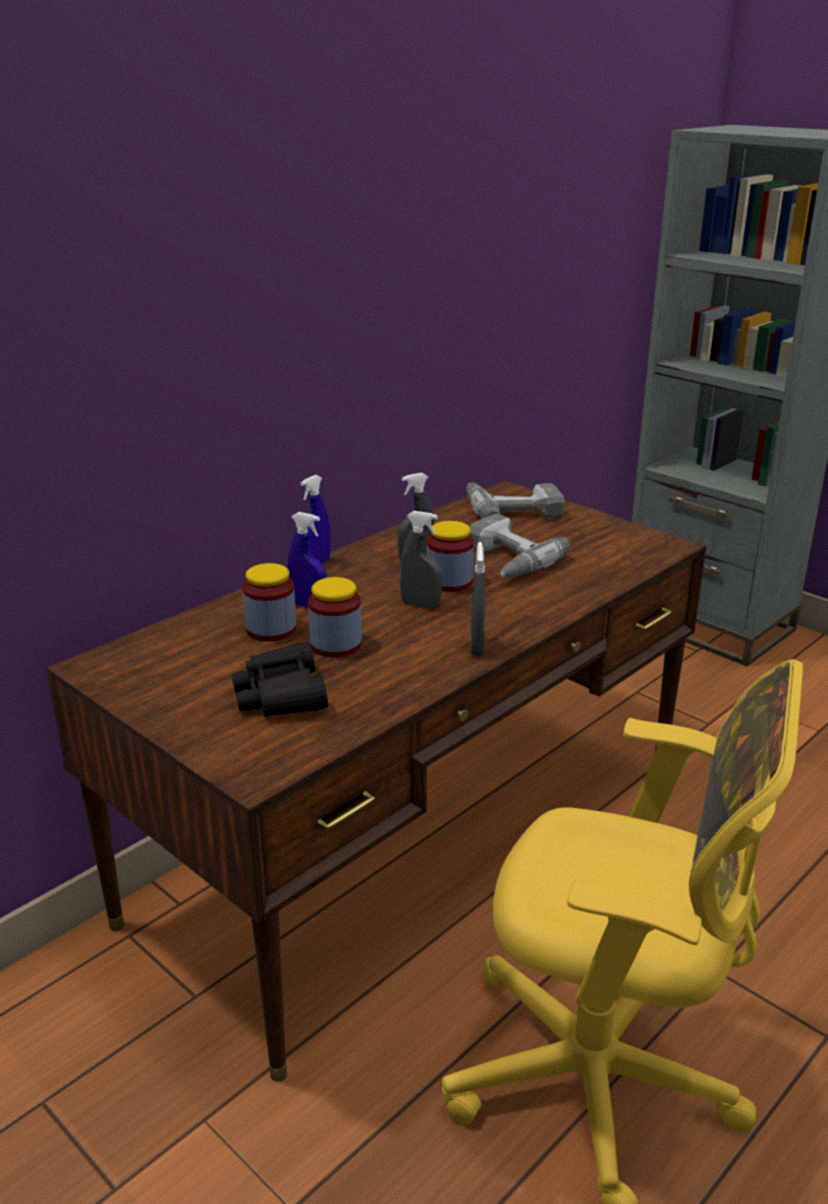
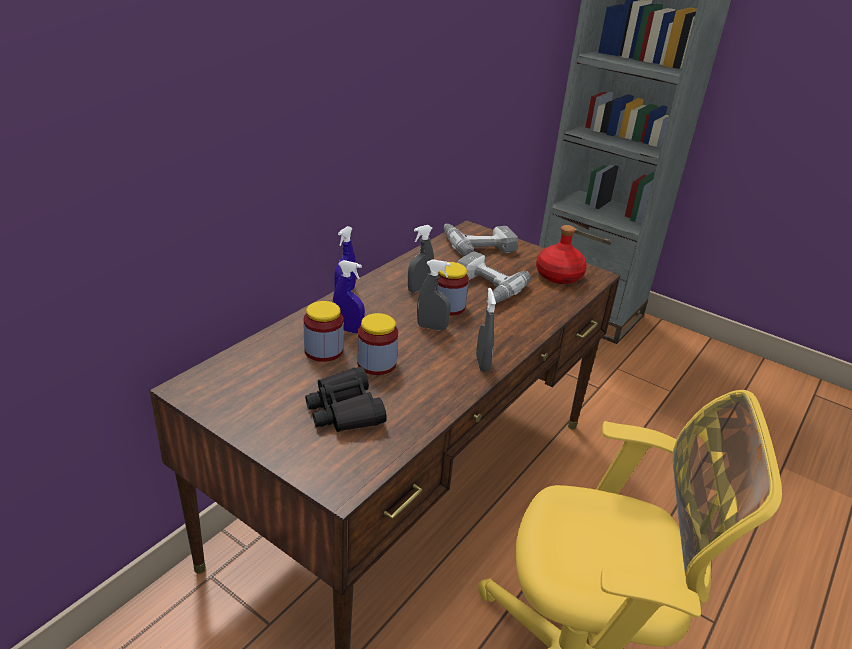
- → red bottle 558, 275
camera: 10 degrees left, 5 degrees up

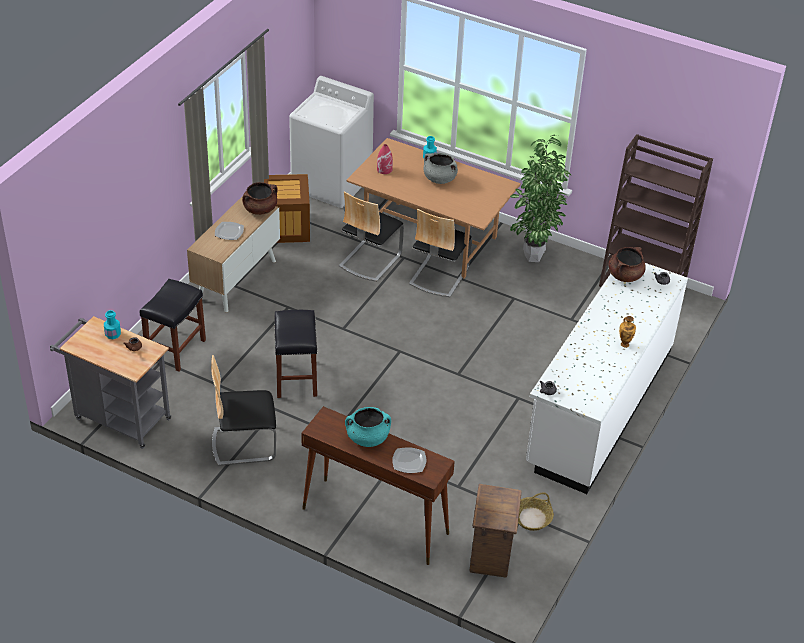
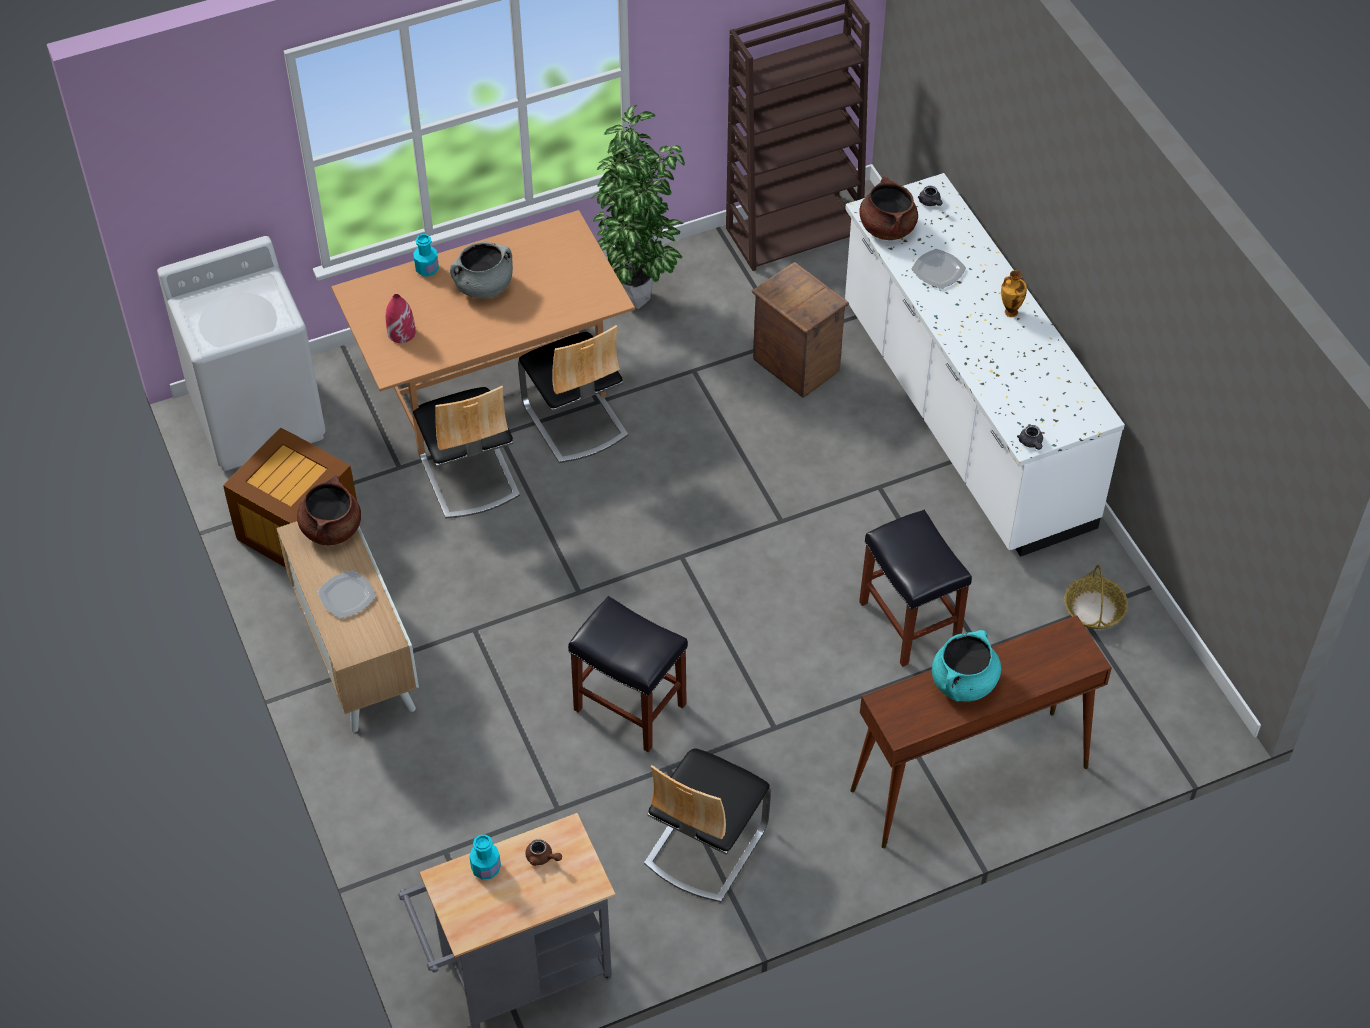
black stool 176, 349 → black stool 908, 621, move
plate 409, 461 → plate 938, 271, move
crate 491, 554 → crate 796, 365, move
camera: 50 degrees left, 10 degrees up

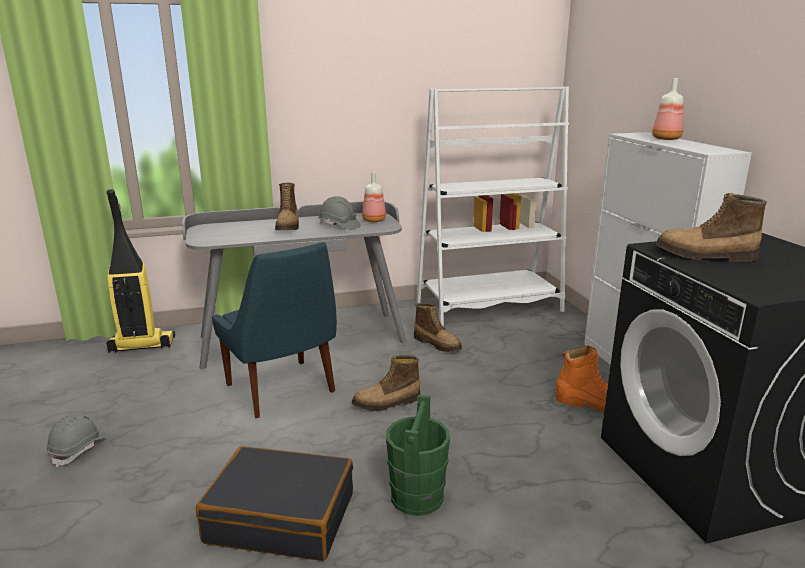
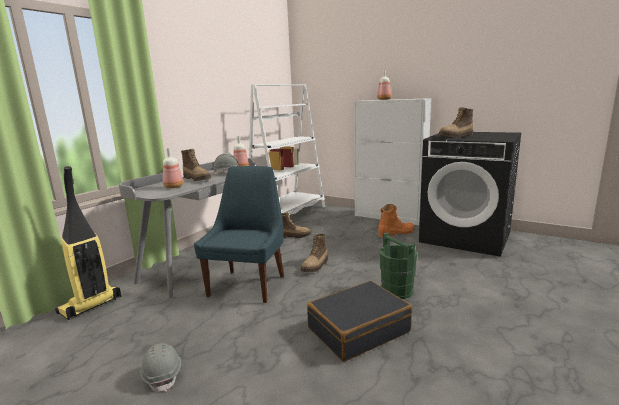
- → bottle 173, 187
blue chair 282, 390 → blue chair 248, 284, 90 degrees counterclockwise
camera: 40 degrees left, 5 degrees down

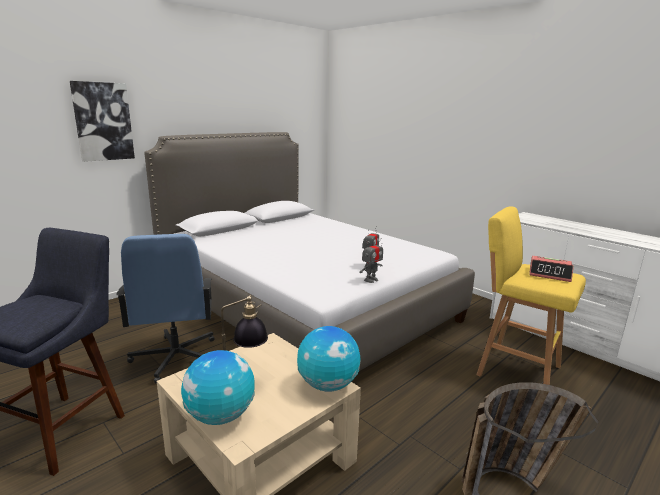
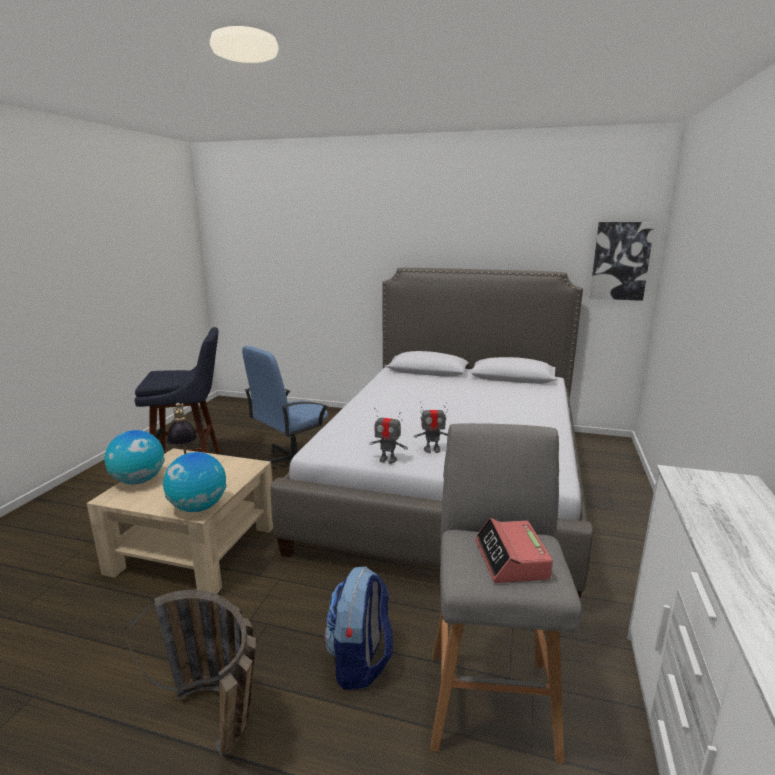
- → backpack 360, 662
picture 103, 121 → picture 620, 261, move
yellow stool 515, 369 → grey stool 491, 697
camera: 60 degrees right, 0 degrees up

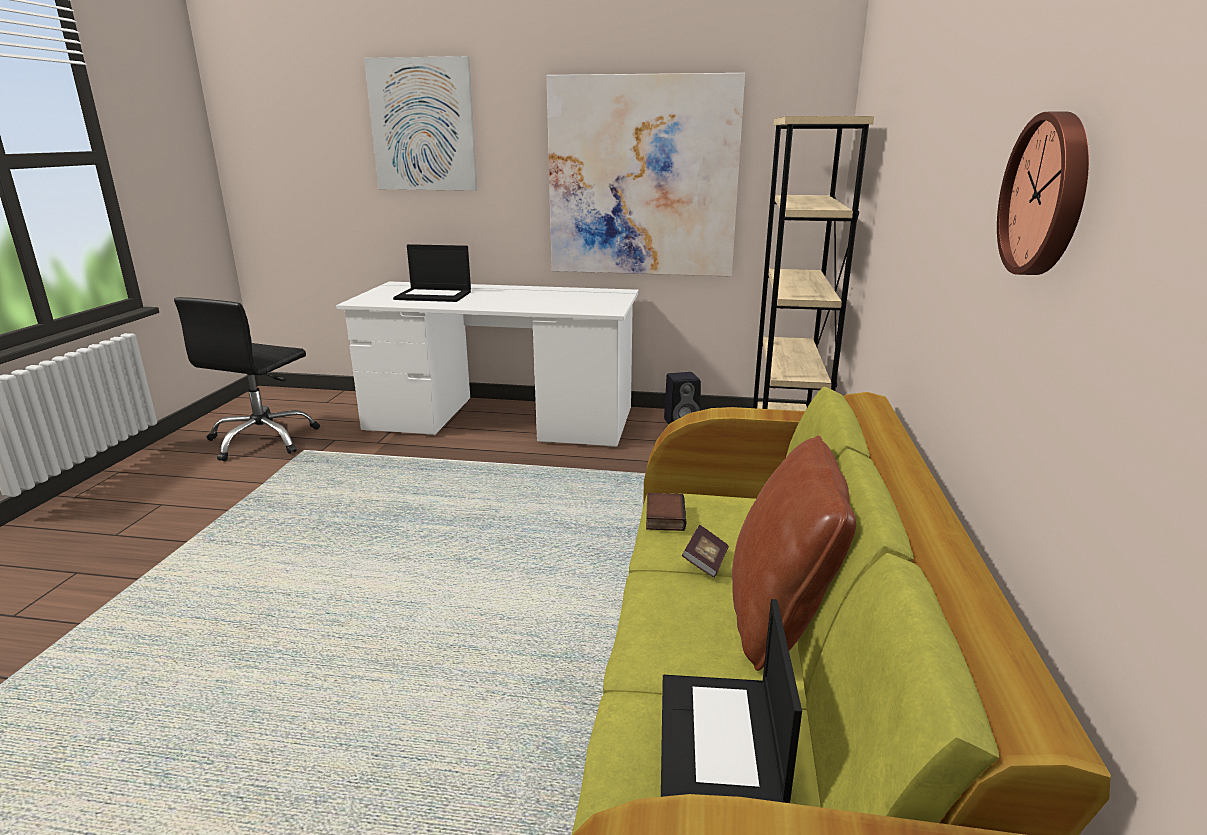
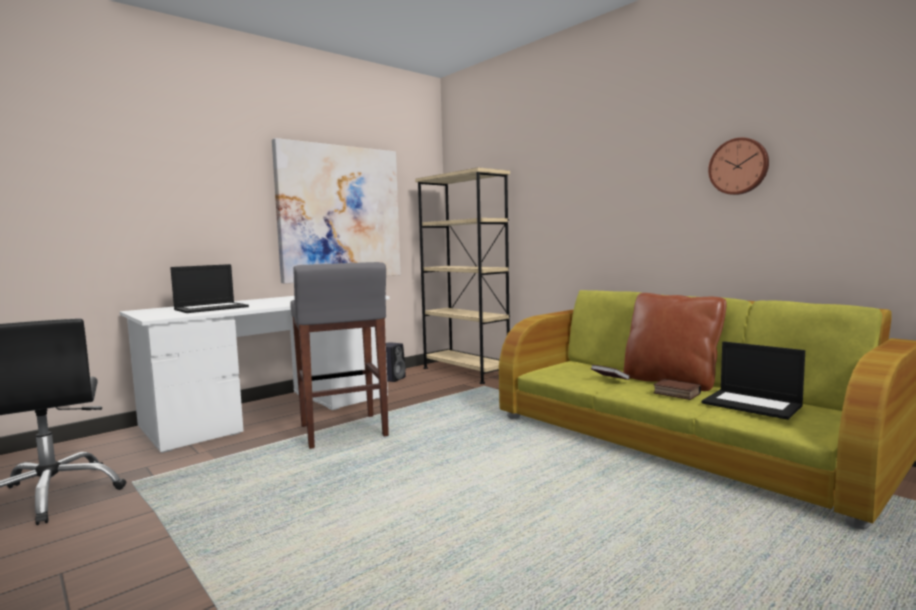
picture 422, 125 → -
- → grey stool 343, 431
book 663, 516 → book 675, 393, move
camera: 50 degrees left, 15 degrees down

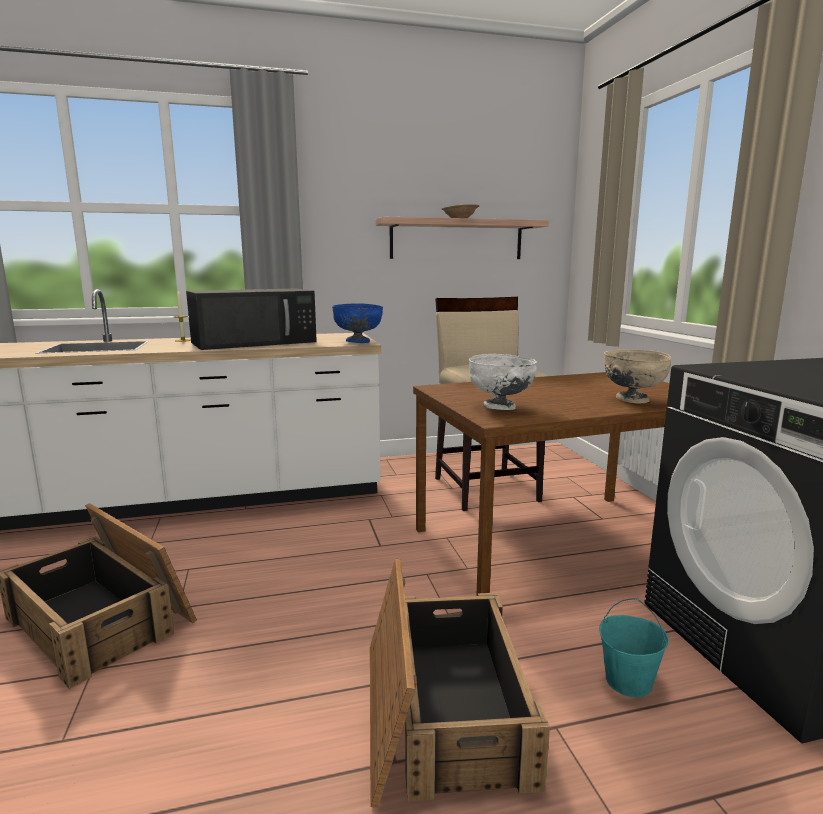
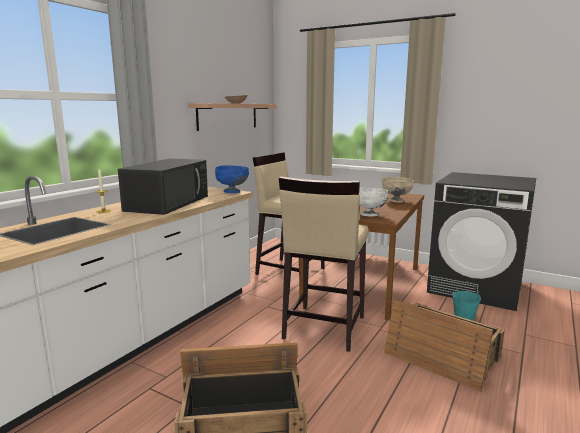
- → beige stool 323, 327
camera: 45 degrees left, 0 degrees up

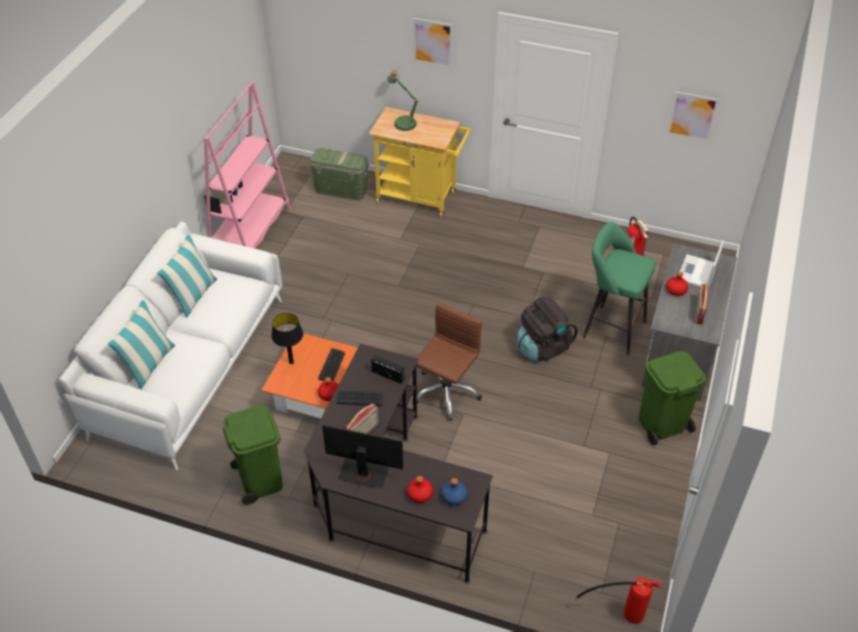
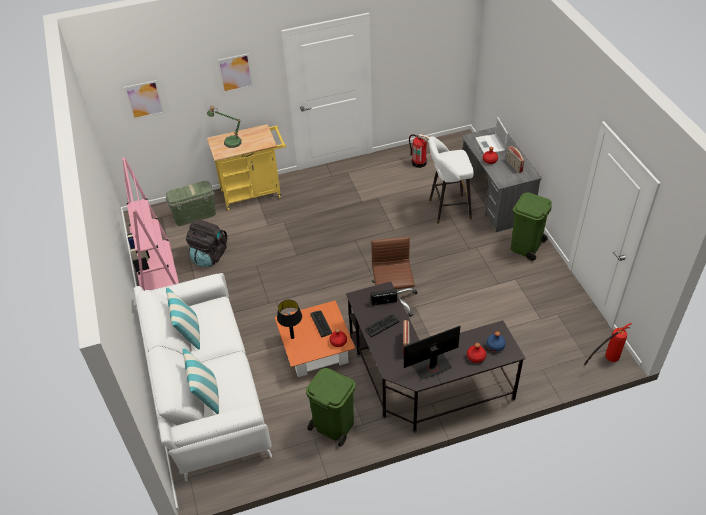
black backpack 542, 347 → black backpack 209, 256, move
picture 692, 116 → picture 144, 99, move
green stool 610, 328 → white stool 447, 209
camera: 35 degrees left, 0 degrees up

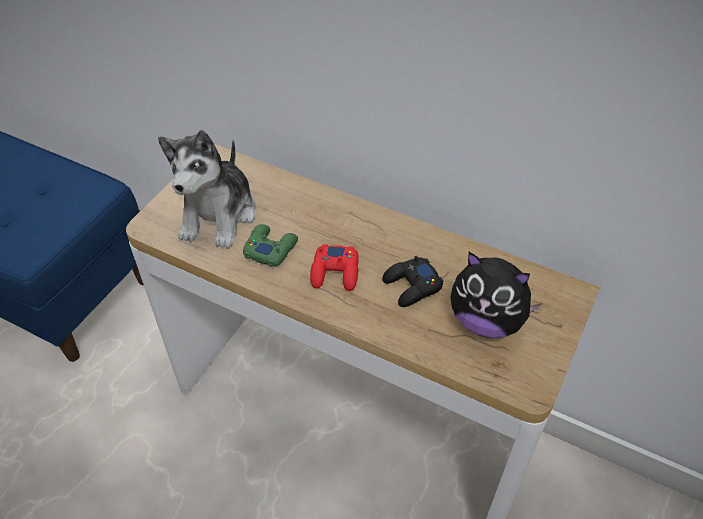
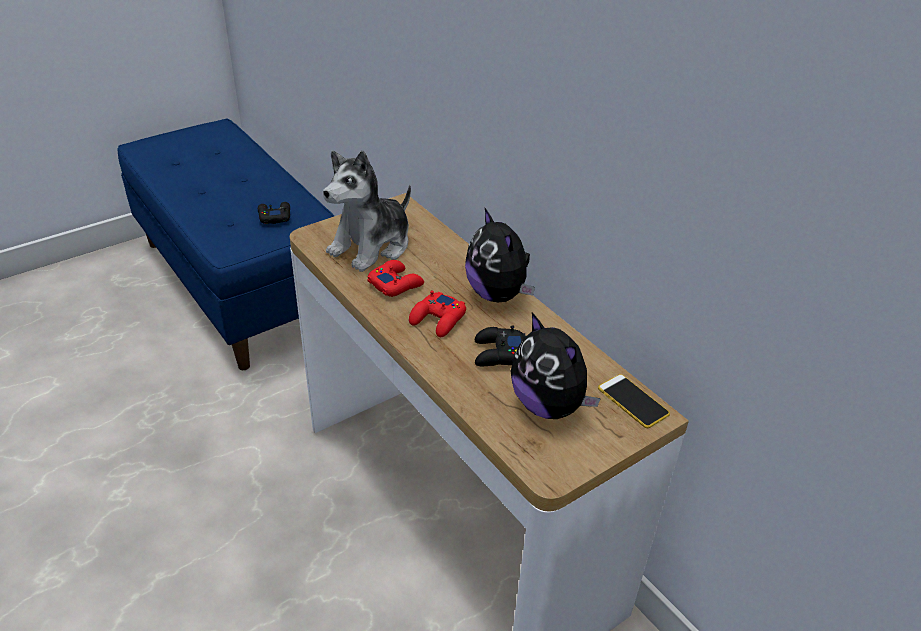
- → black game controller 274, 216
- → plush toy 498, 294
- → phone 633, 401
green game controller 270, 248 → red game controller 395, 284
camera: 25 degrees right, 10 degrees down

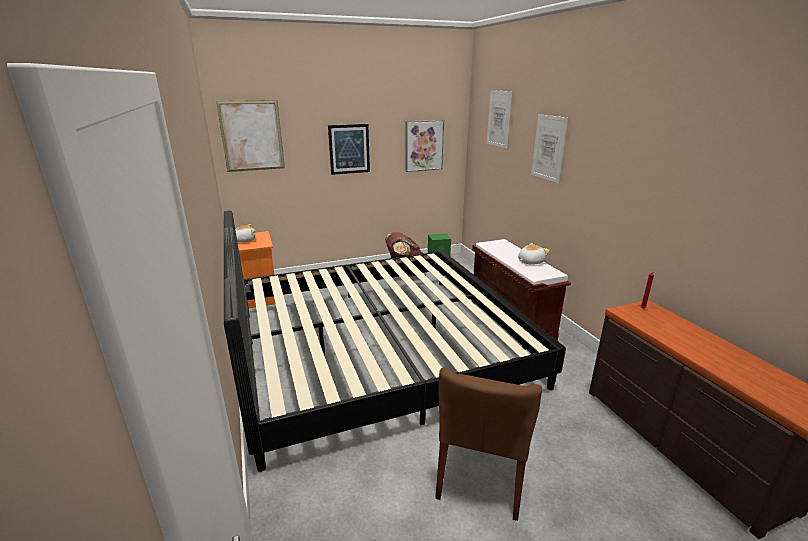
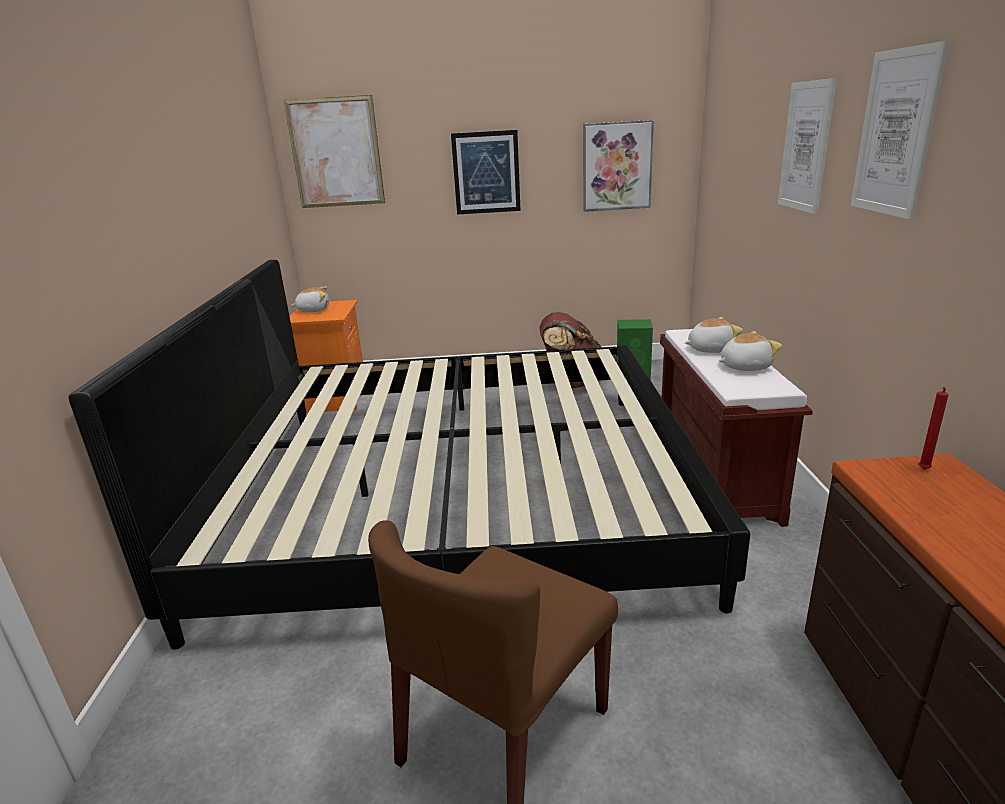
- → plush toy 710, 349
picture 499, 118 → picture 895, 133, move
camera: 20 degrees right, 0 degrees up

